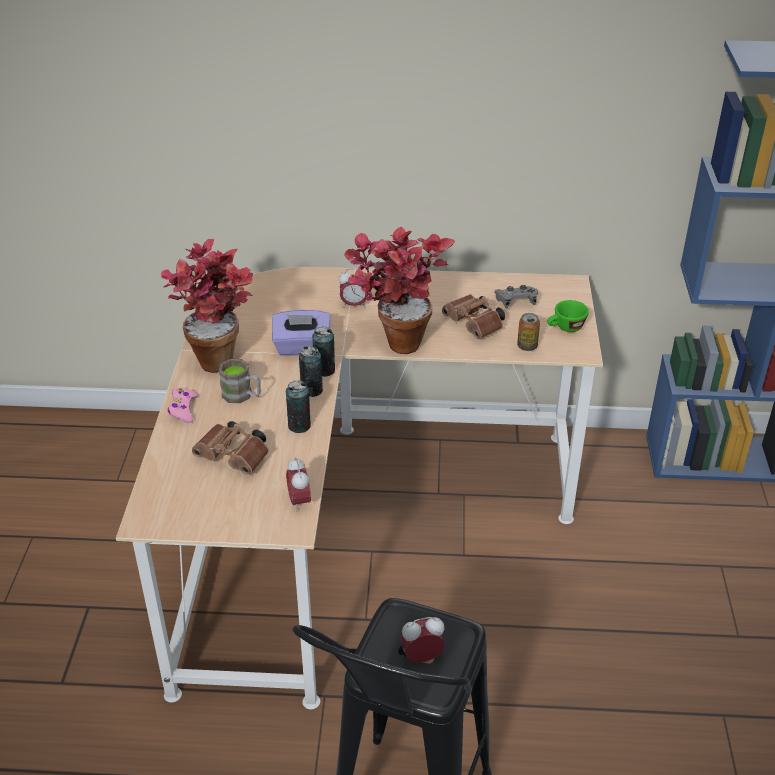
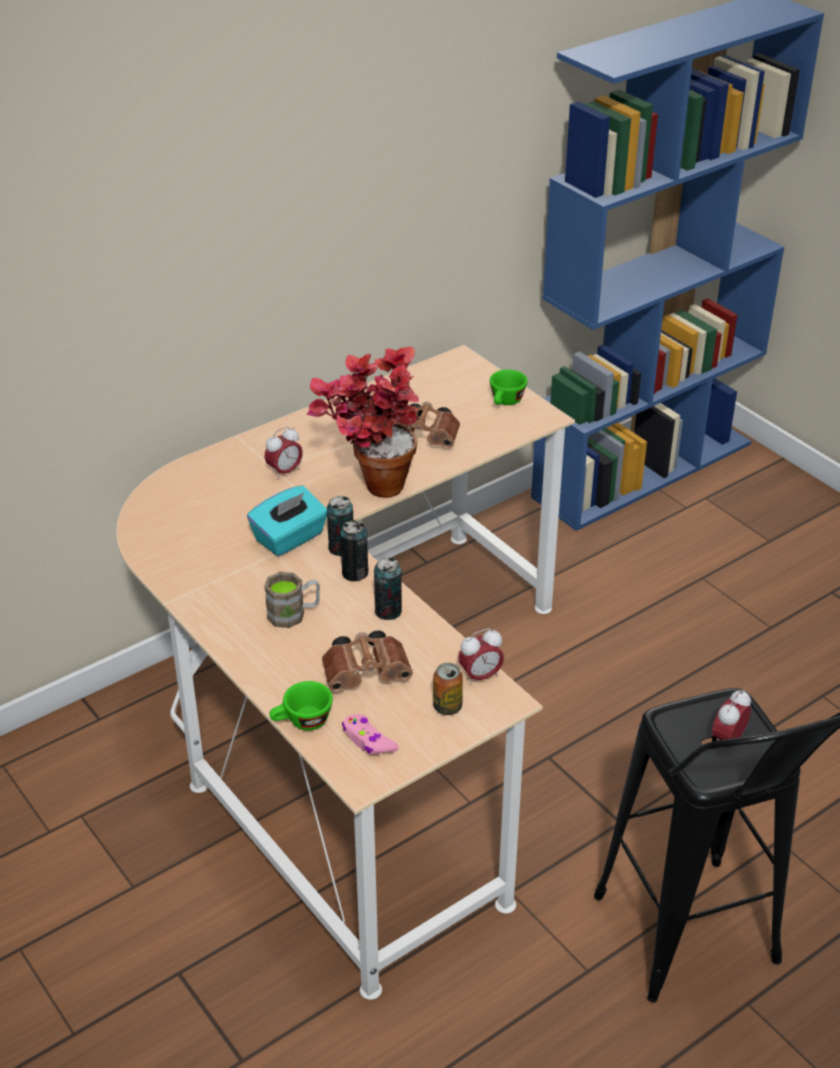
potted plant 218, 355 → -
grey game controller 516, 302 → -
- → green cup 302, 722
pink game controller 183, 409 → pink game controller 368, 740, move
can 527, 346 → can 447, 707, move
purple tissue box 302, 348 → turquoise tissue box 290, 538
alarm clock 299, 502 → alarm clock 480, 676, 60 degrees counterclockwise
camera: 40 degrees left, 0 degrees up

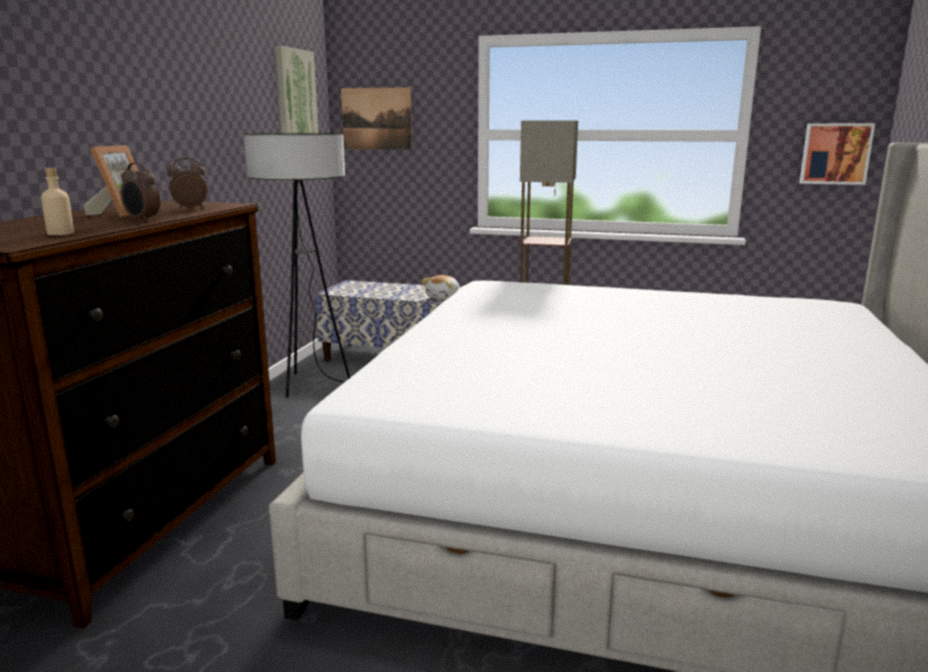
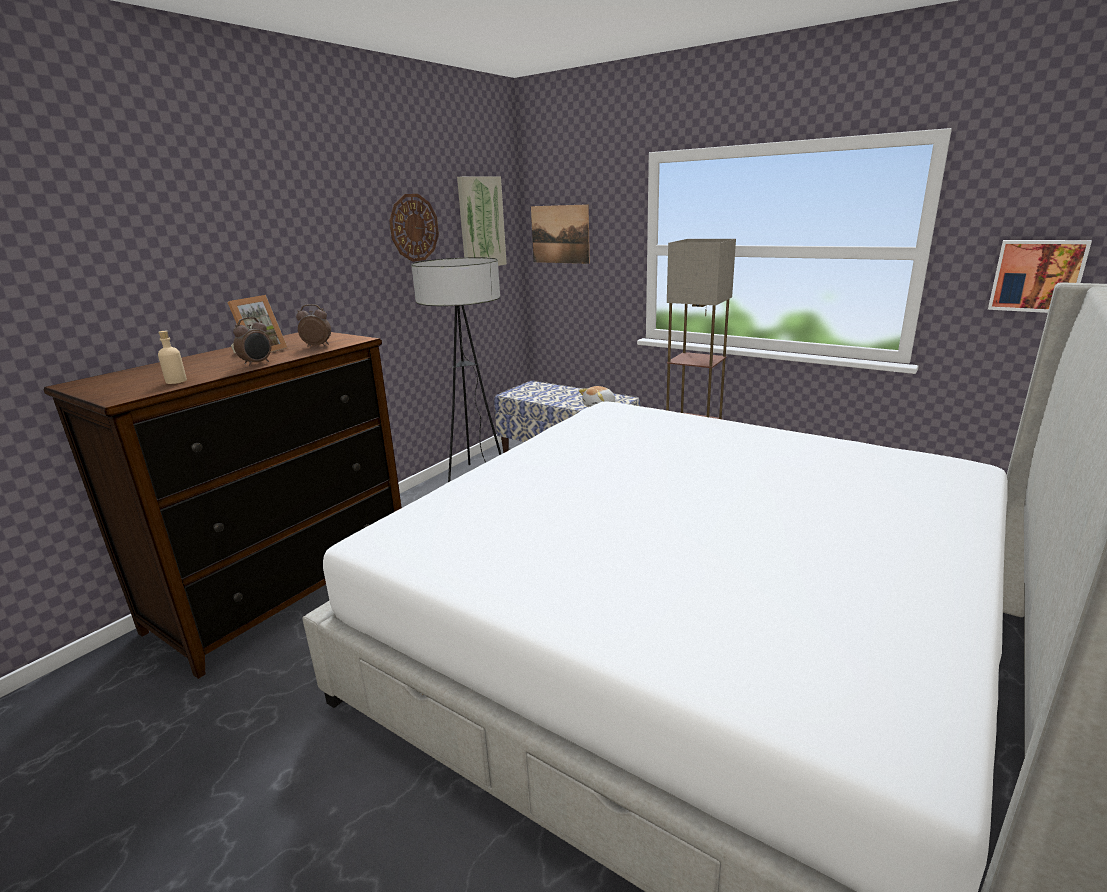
- → wall clock 414, 228
alarm clock 142, 220 → alarm clock 257, 363, 105 degrees counterclockwise
camera: 20 degrees right, 5 degrees up

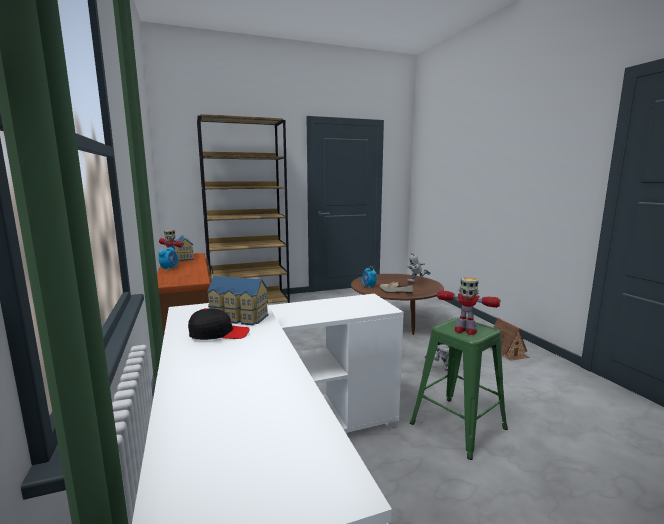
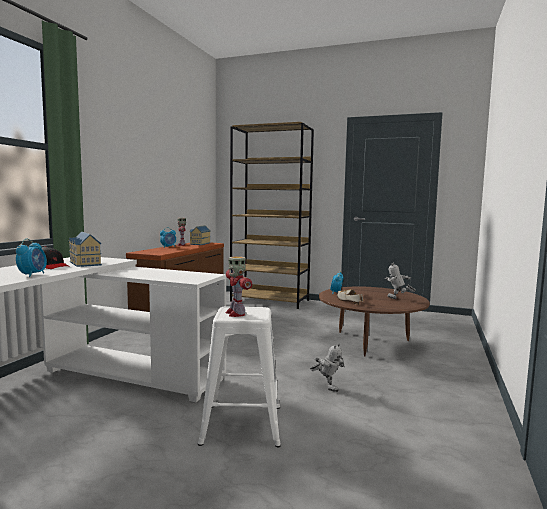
toy house 507, 351 → -
- → alarm clock 33, 275
green stool 459, 425 → white stool 243, 425
camera: 40 degrees right, 5 degrees down

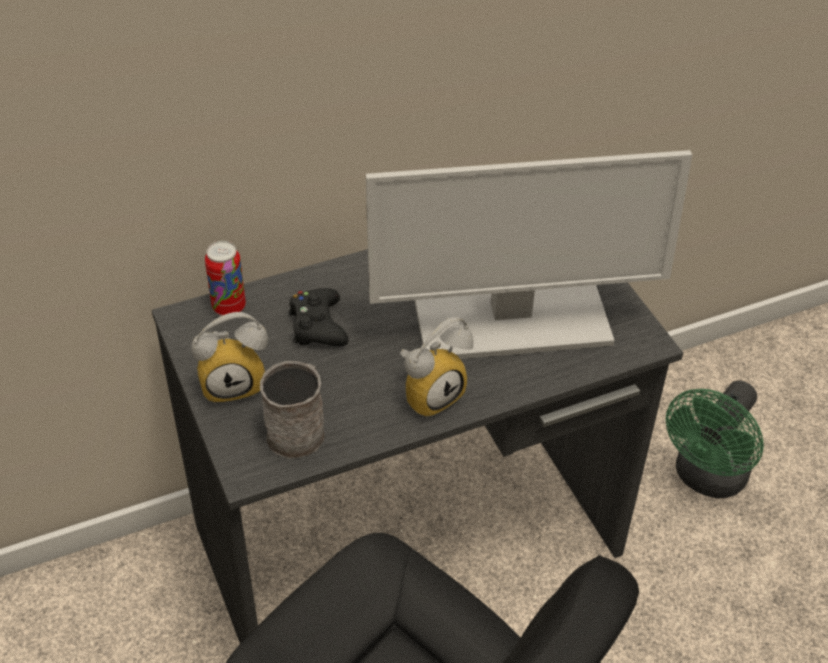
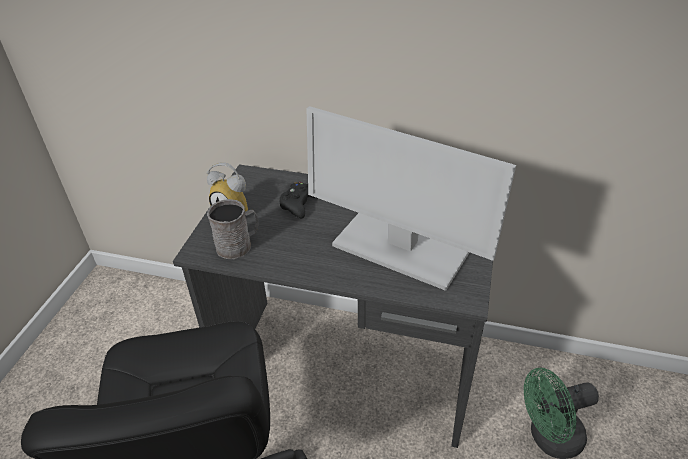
can 229, 307 → -
alarm clock 431, 393 → -
camera: 40 degrees right, 5 degrees down

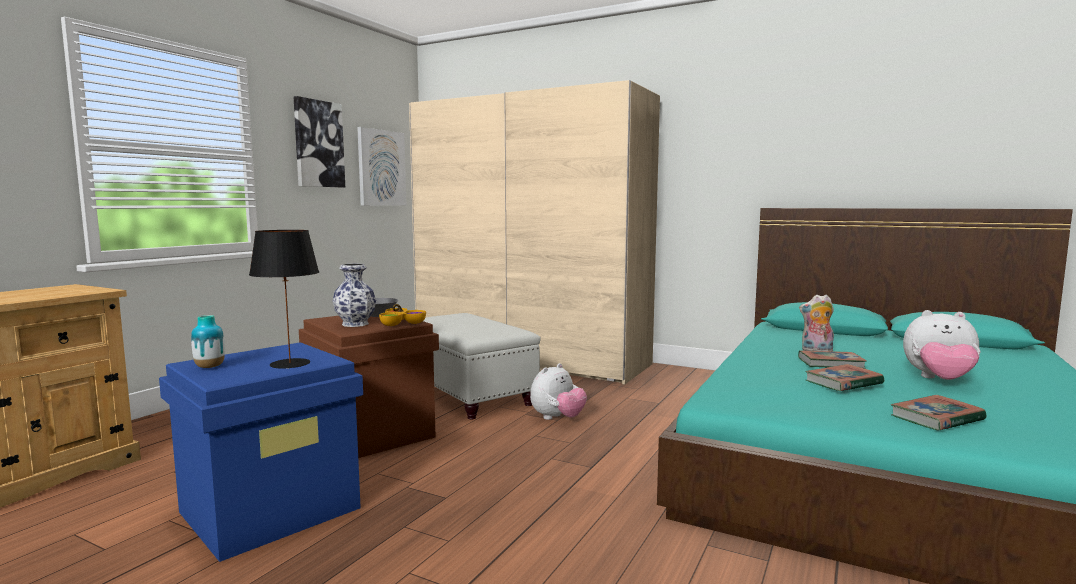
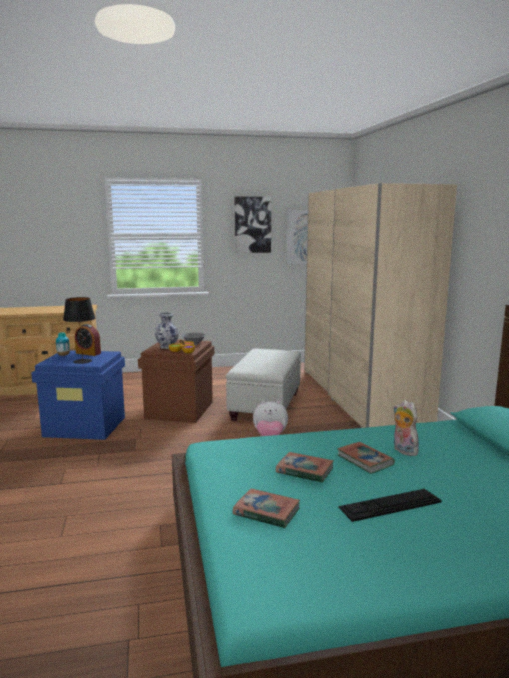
- → alarm clock 88, 353
plush toy 939, 380 → keyboard 390, 504
camera: 50 degrees right, 5 degrees up

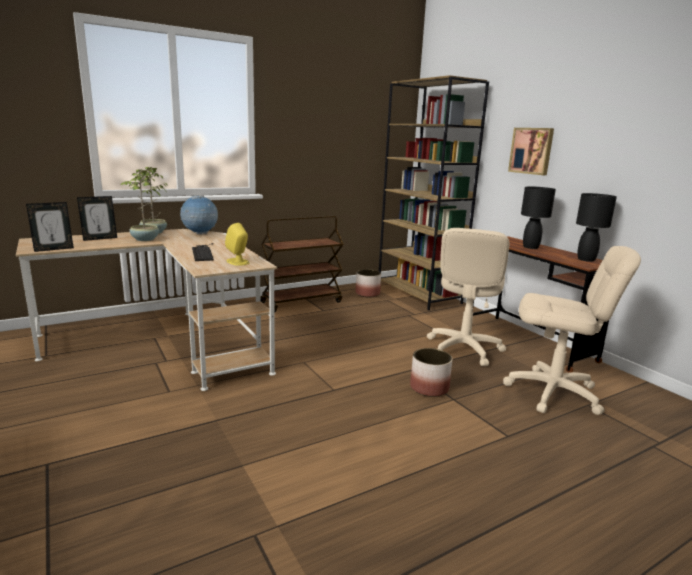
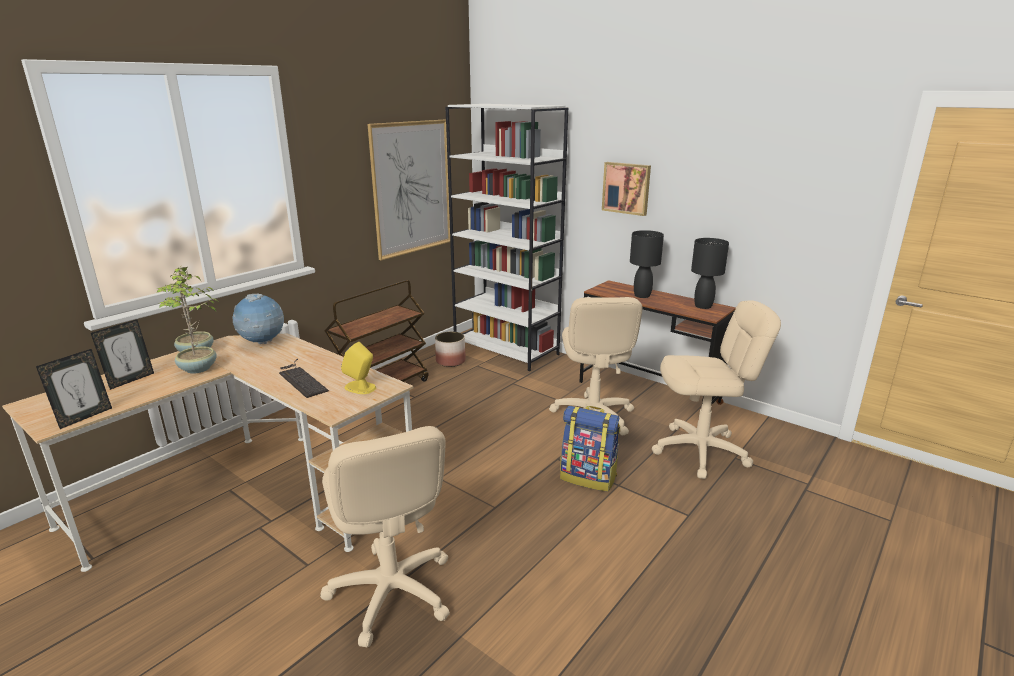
- → beige office chair 391, 592
- → picture 412, 188
planter 429, 388 → backpack 588, 477
brown bookcase 419, 294 → white bookcase 506, 350
camera: 20 degrees left, 5 degrees up

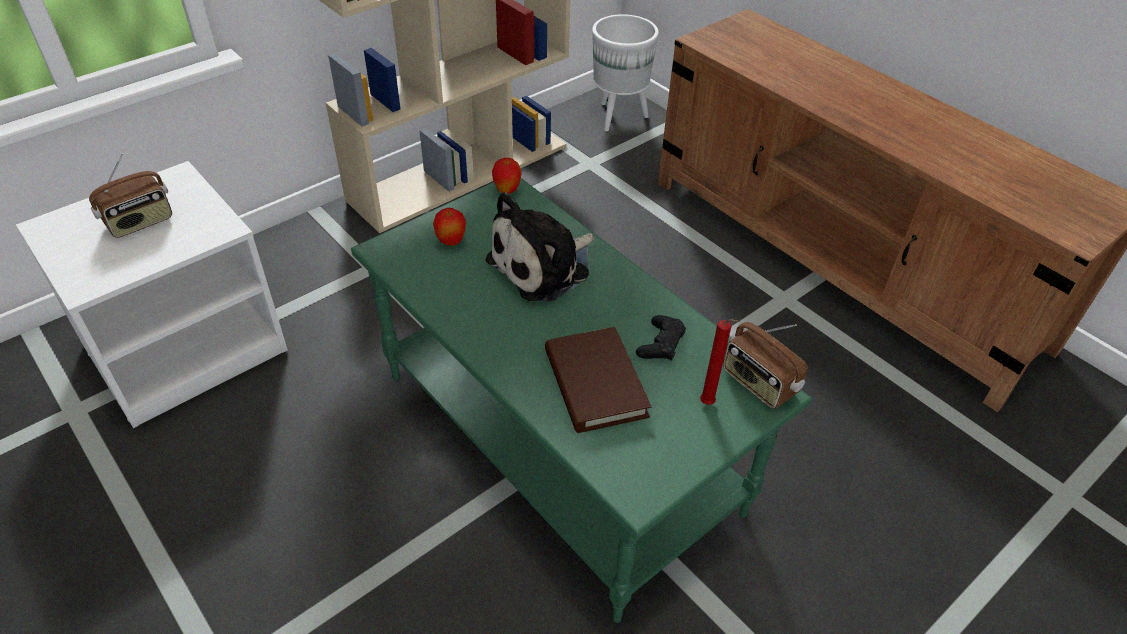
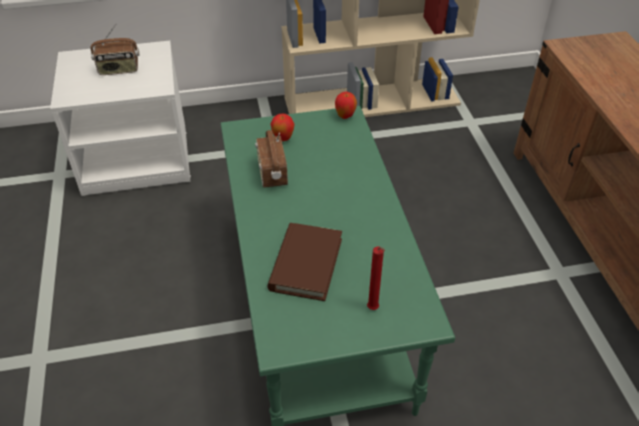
plush toy 544, 266 → -
white planter 619, 116 → -
black game controller 661, 344 → -
radio 758, 383 → radio 271, 174, move
camera: 30 degrees right, 0 degrees up

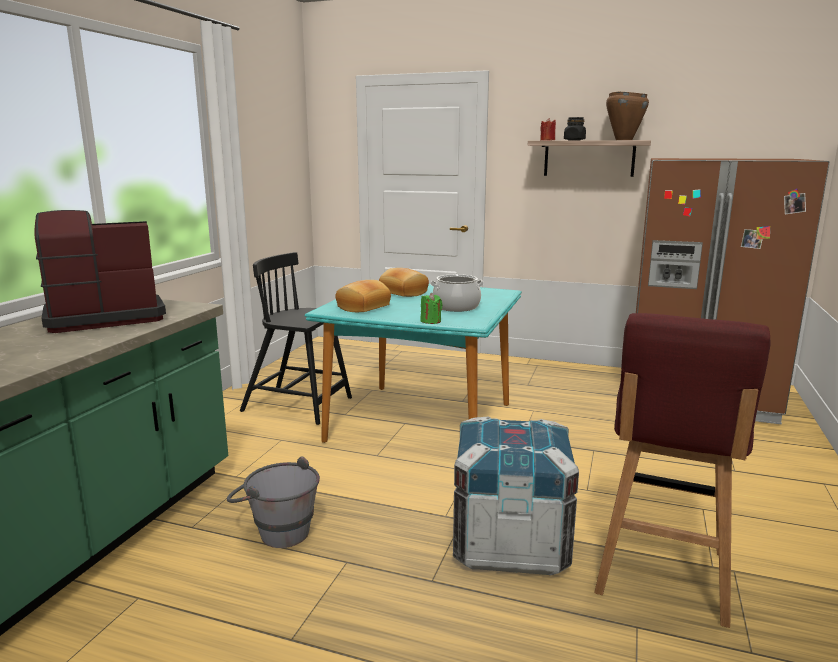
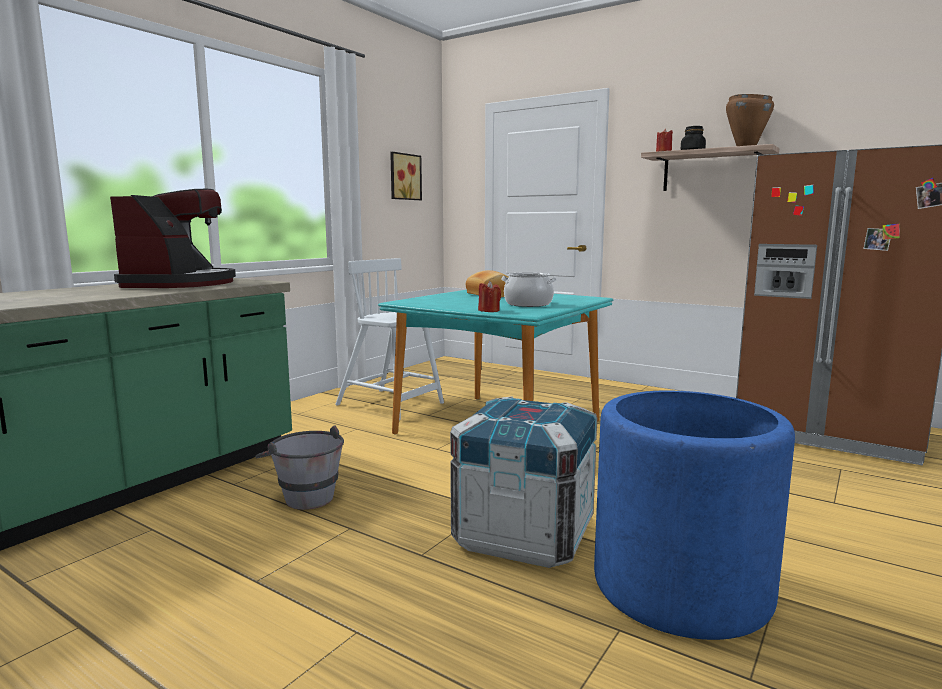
bread 362, 307 → -
- → picture 404, 177
red stool 661, 574 → blue planter 680, 586
black chair 299, 405 → white chair 391, 404
green candle 431, 321 → red candle 489, 310
coffee machine 103, 317 → coffee machine 181, 284, 105 degrees clockwise
camera: 15 degrees right, 5 degrees down

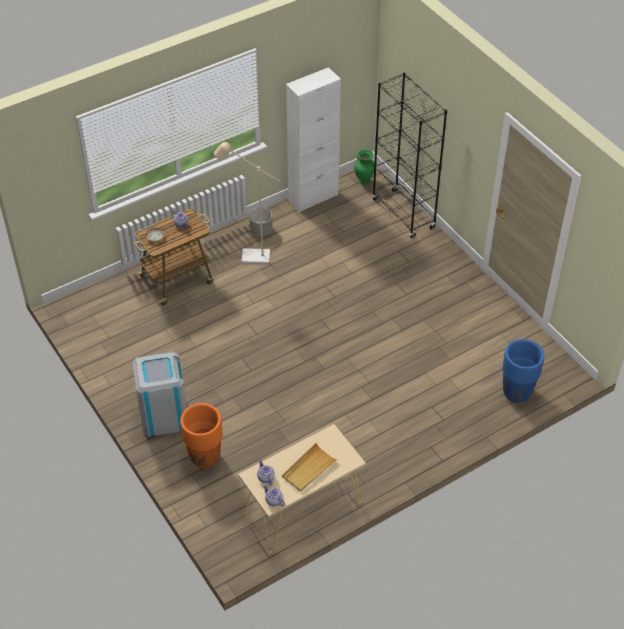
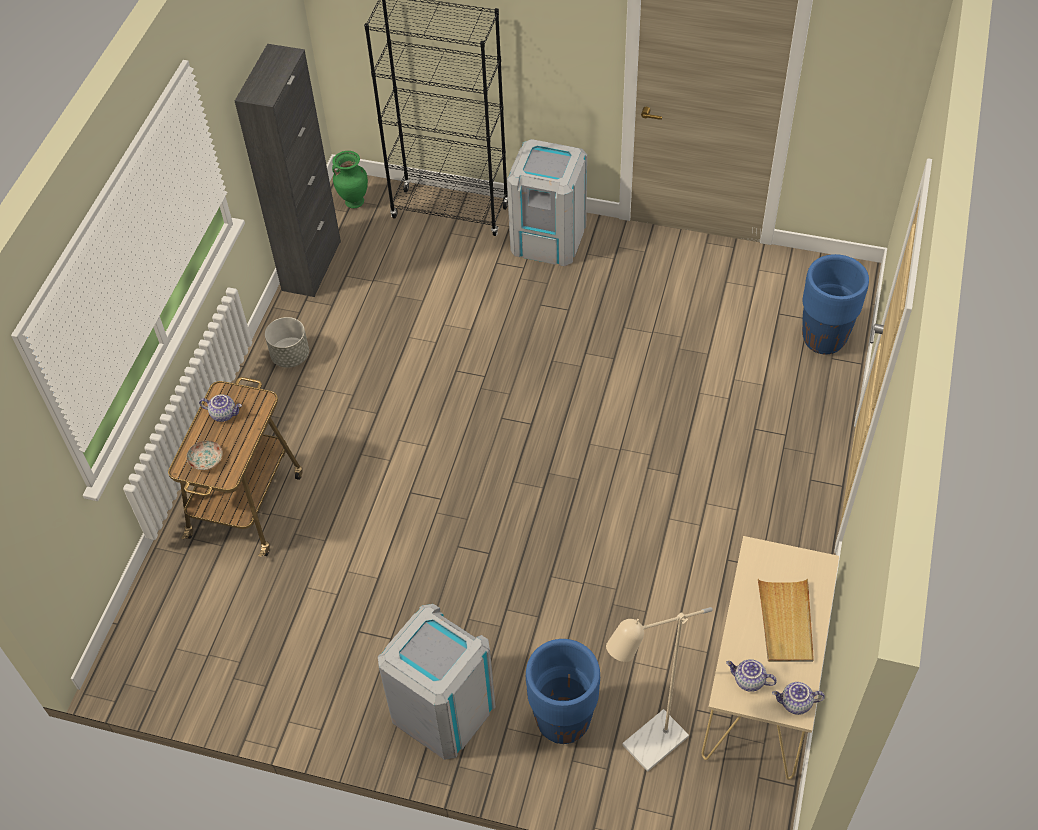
- → grey trash can 548, 238
beige floor lamp 250, 256 → beige floor lamp 646, 748, move
orange planter 204, 457 → blue planter 563, 722
white cabinet 313, 197 → black cabinet 311, 265
camera: 40 degrees left, 5 degrees up

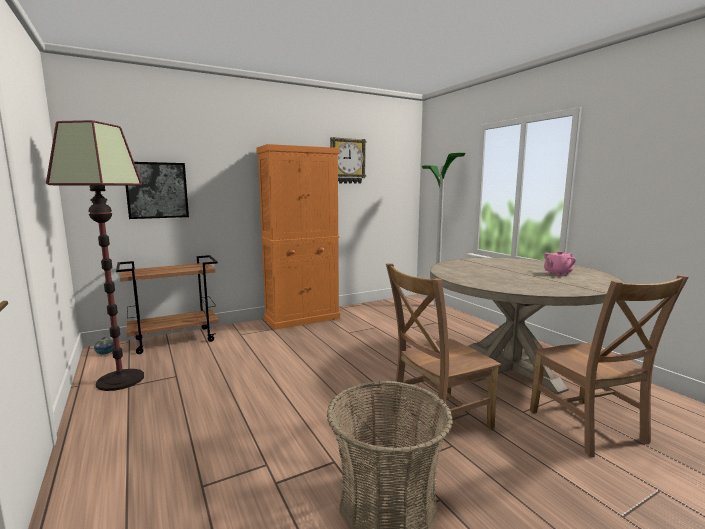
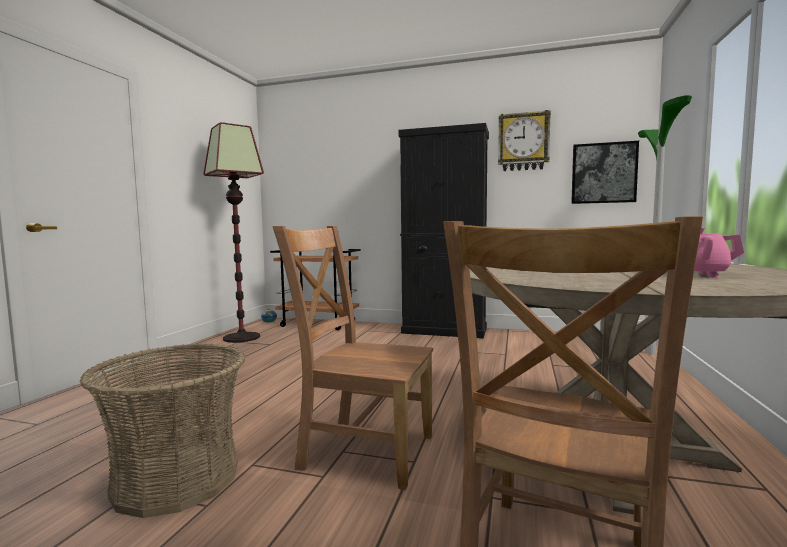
picture 157, 190 → picture 603, 173, move
orange cabinet 302, 318 → black cabinet 444, 331
camera: 45 degrees right, 5 degrees down

